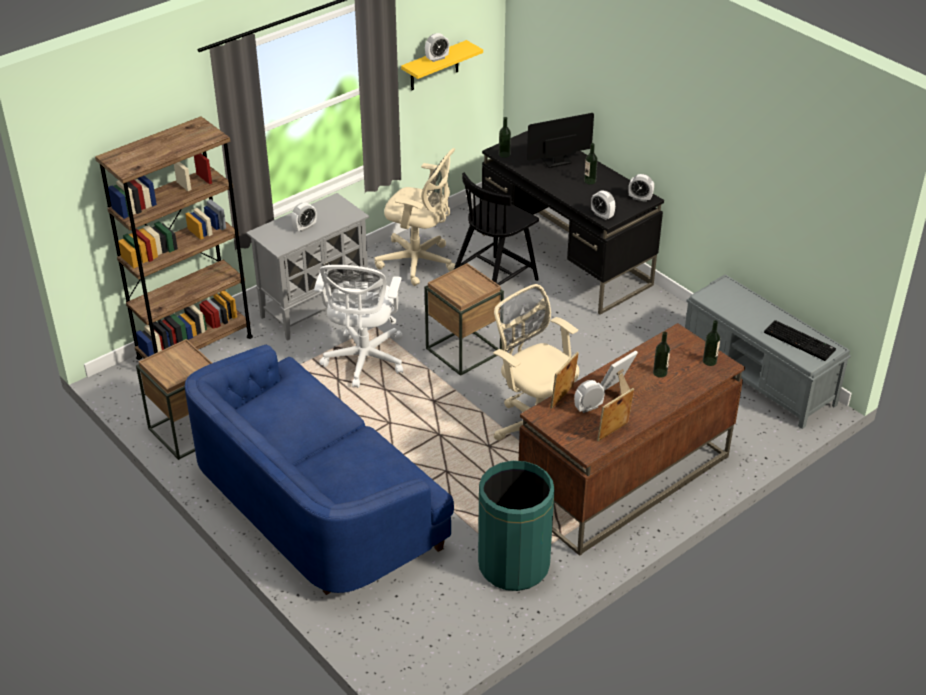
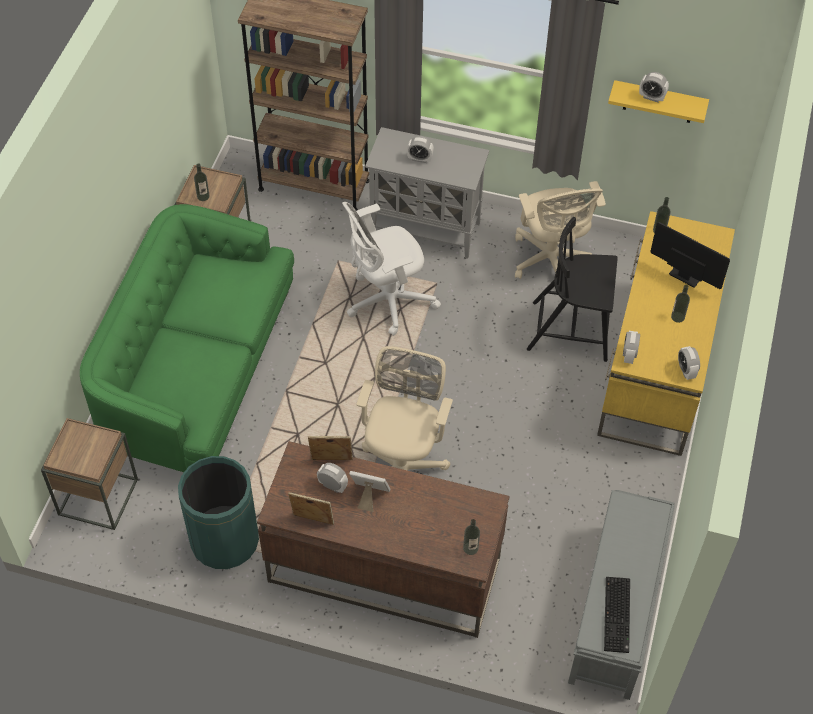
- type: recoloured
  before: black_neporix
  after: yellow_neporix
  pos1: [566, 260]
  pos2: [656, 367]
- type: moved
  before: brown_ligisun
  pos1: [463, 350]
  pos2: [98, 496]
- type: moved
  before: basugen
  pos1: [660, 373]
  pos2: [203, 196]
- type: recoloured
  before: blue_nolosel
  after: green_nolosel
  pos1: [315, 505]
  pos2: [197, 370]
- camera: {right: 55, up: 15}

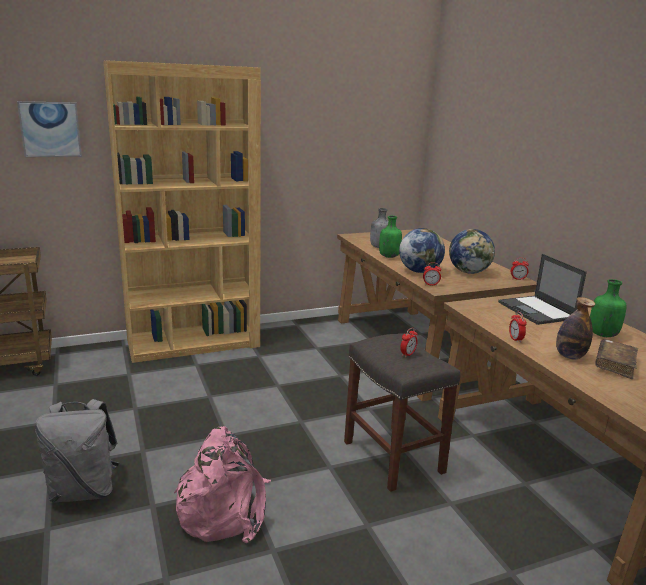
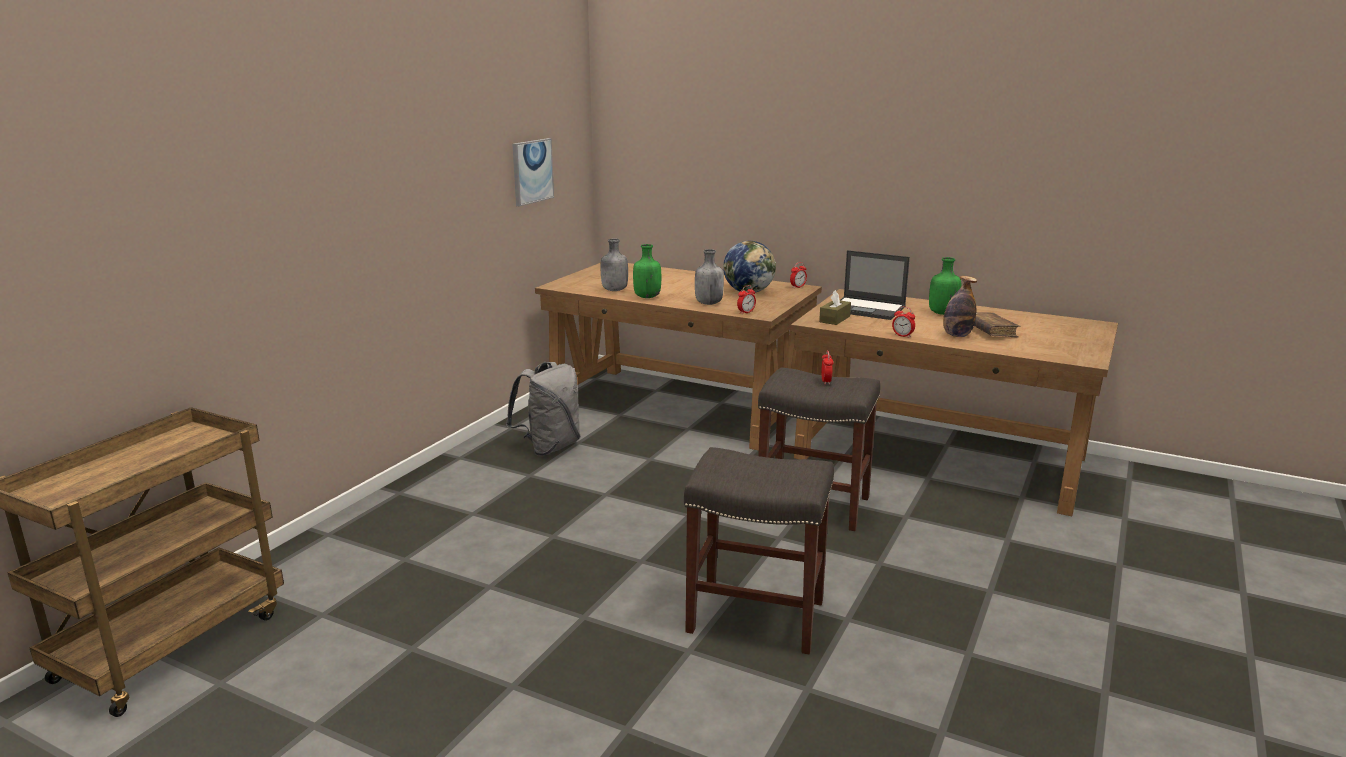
- type: removed
  before: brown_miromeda
  pos1: [194, 343]
- type: moved
  before: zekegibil
  pos1: [50, 129]
  pos2: [532, 171]
- type: replaced
  before: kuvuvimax
  after: grey_basugen
  pos1: [419, 271]
  pos2: [708, 303]
- type: moved
  before: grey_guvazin
  pos1: [84, 490]
  pos2: [549, 447]
- type: replaced
  before: pink_guvazin
  after: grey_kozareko
  pos1: [225, 510]
  pos2: [758, 616]
- type: added
  after: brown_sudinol
  pos2: [834, 319]
- camera: {right: -40, up: 0}

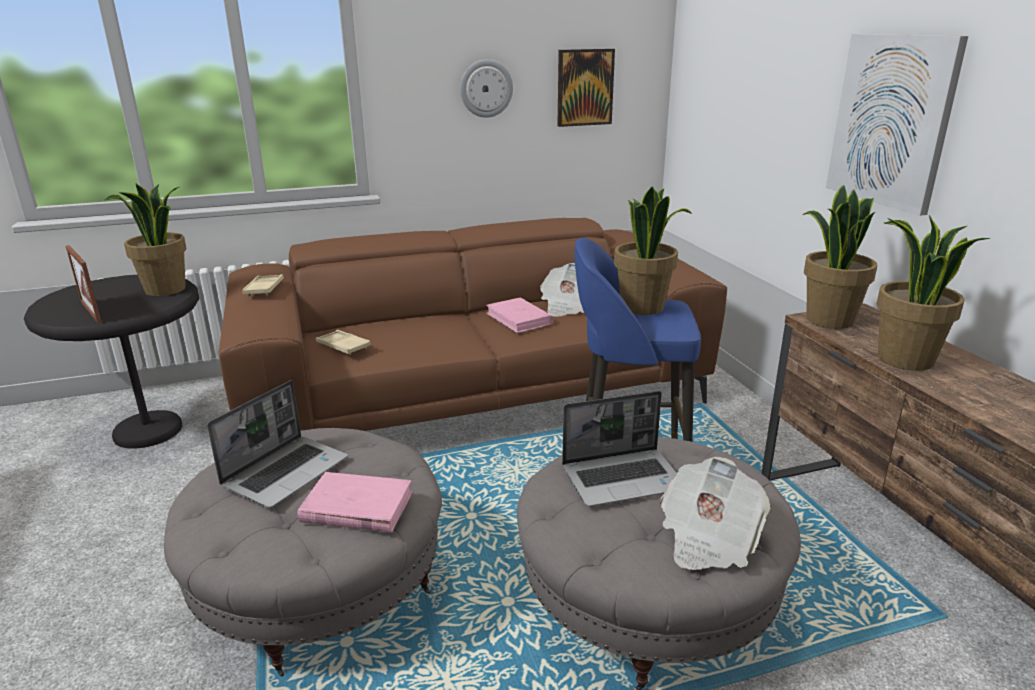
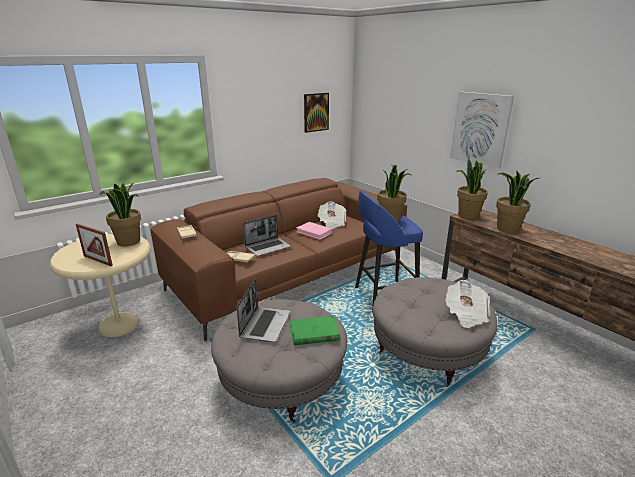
- type: removed
  before: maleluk
  pos1: [486, 88]
- type: recoloured
  before: black_ligisun
  after: beige_ligisun
  pos1: [148, 431]
  pos2: [119, 325]
- type: moved
  before: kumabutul
  pos1: [623, 478]
  pos2: [268, 247]
- type: recoloured
  before: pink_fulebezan
  after: green_fulebezan
  pos1: [356, 507]
  pos2: [314, 333]
- camera: {right: -20, up: 0}

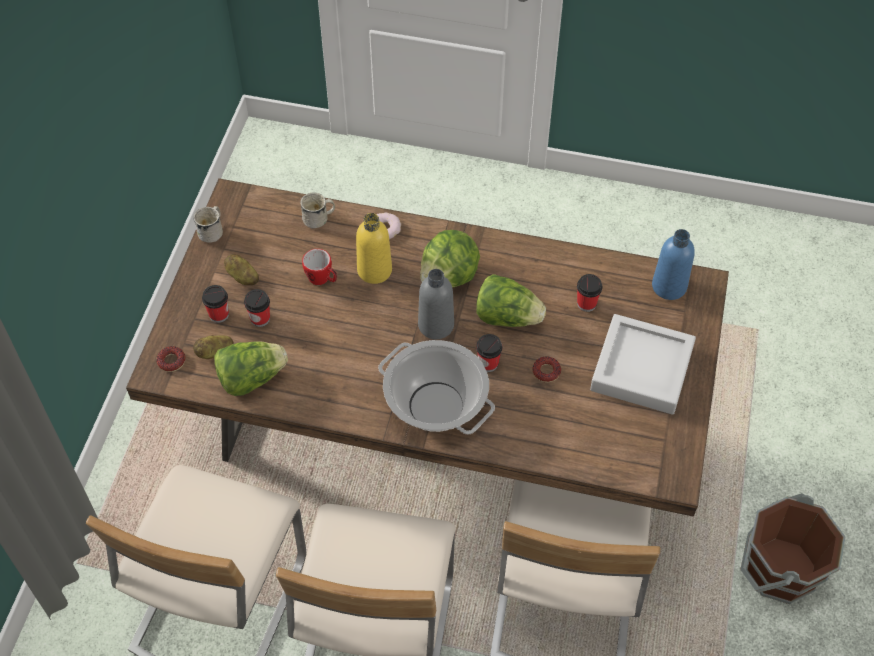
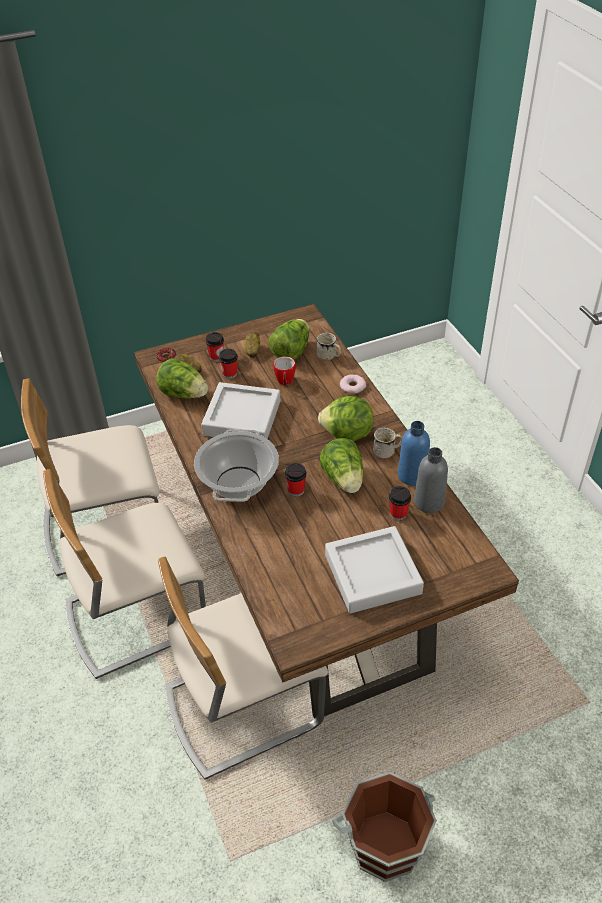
- type: moved
  before: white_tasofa
  pos1: [213, 231]
  pos2: [387, 451]
- type: removed
  before: yellow_basugen
  pos1: [374, 270]
- type: moved
  before: blue_basugen
  pos1: [669, 286]
  pos2: [412, 475]
- type: moved
  before: grey_basugen
  pos1: [436, 325]
  pos2: [429, 502]
- type: removed
  before: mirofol
  pos1: [546, 371]
- type: added
  after: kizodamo
  pos2: [291, 351]
- type: added
  after: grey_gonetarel
  pos2: [242, 418]
- camera: {right: 55, up: -10}

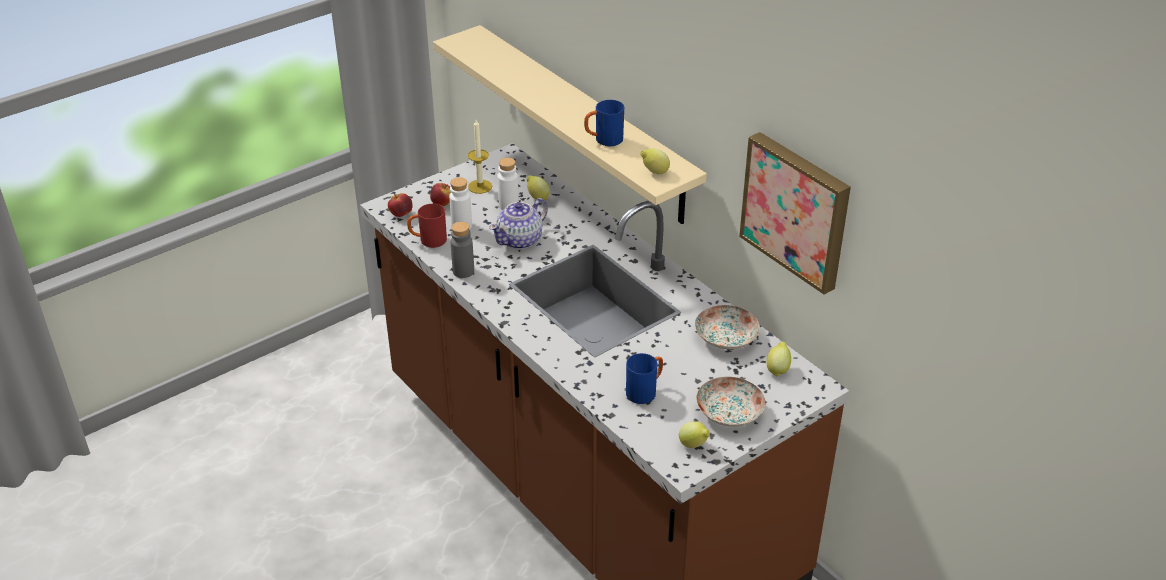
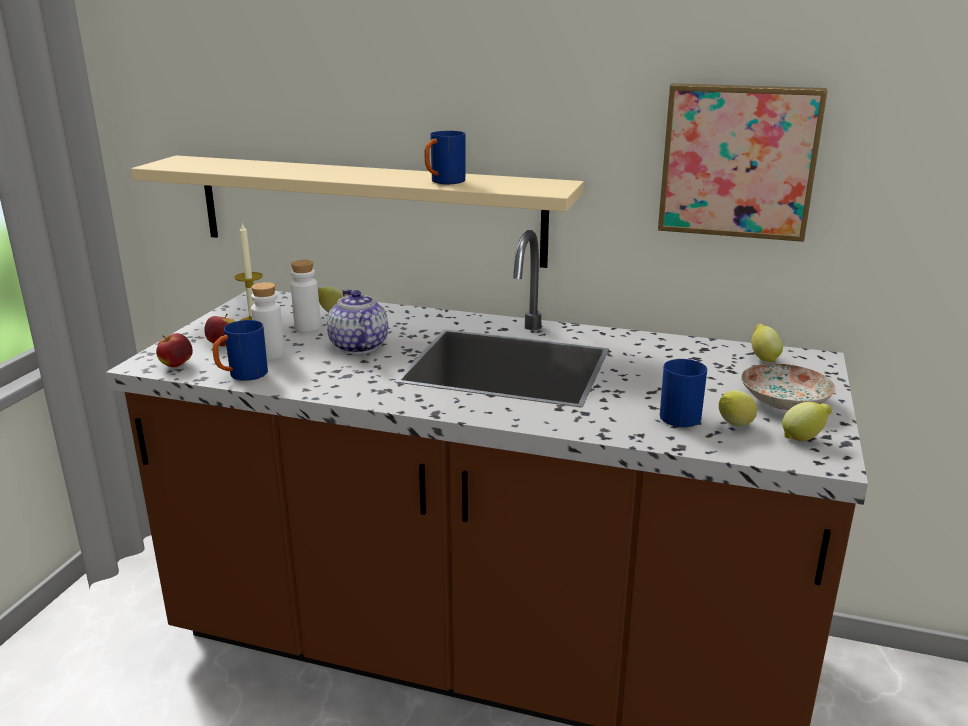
- type: moved
  before: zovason
  pos1: [654, 172]
  pos2: [733, 425]
- type: turned
  before: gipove
  pos1: [520, 240]
  pos2: [358, 346]
  turn: 150
- type: recoloured
  before: red_tasofa
  after: blue_tasofa
  pos1: [428, 241]
  pos2: [242, 376]
- type: removed
  before: grey_basugen
  pos1: [463, 271]
- type: removed
  before: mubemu
  pos1: [726, 337]
- camera: {right: -35, up: -15}

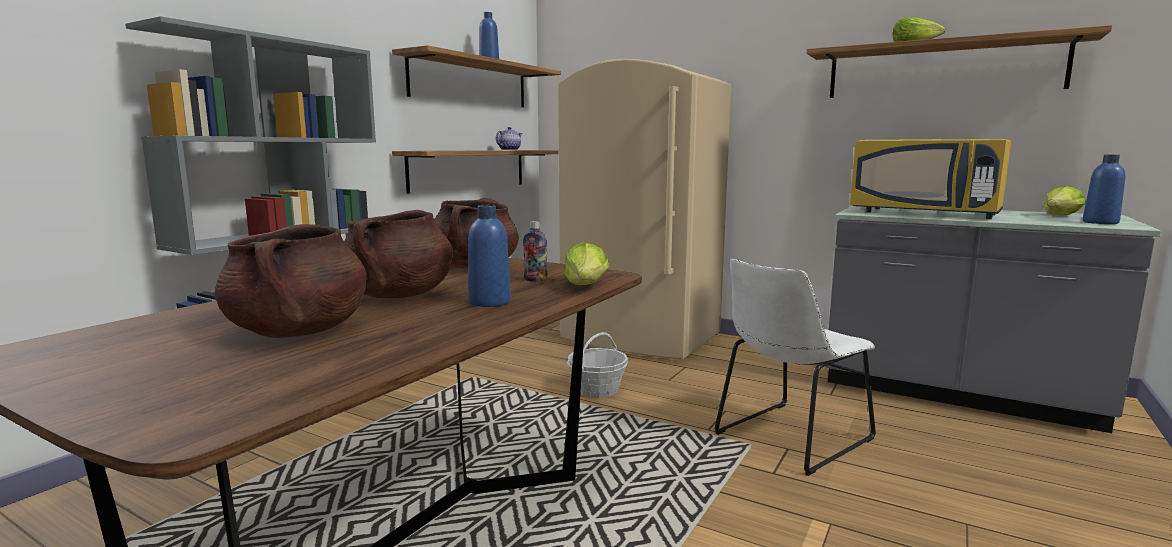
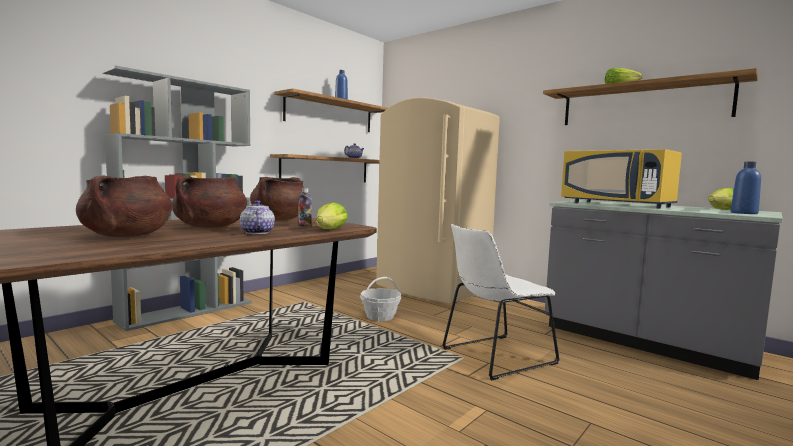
- type: replaced
  before: blue_basugen
  after: gipove
  pos1: [489, 302]
  pos2: [257, 232]
- camera: {right: 10, up: -5}

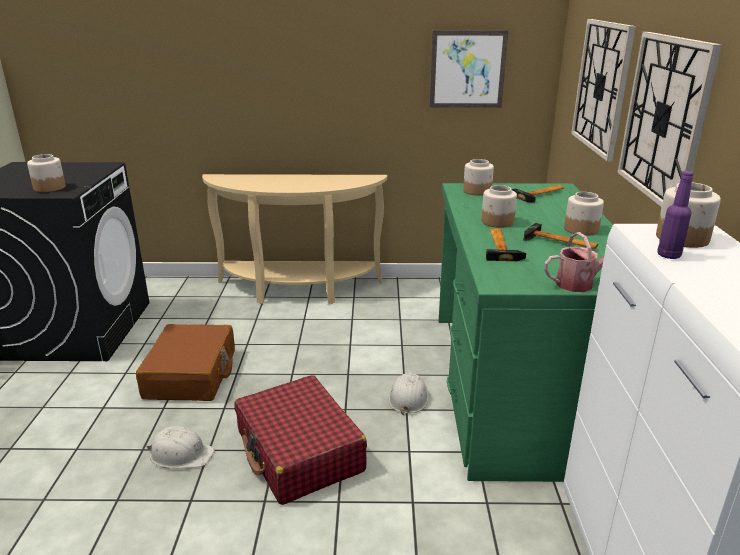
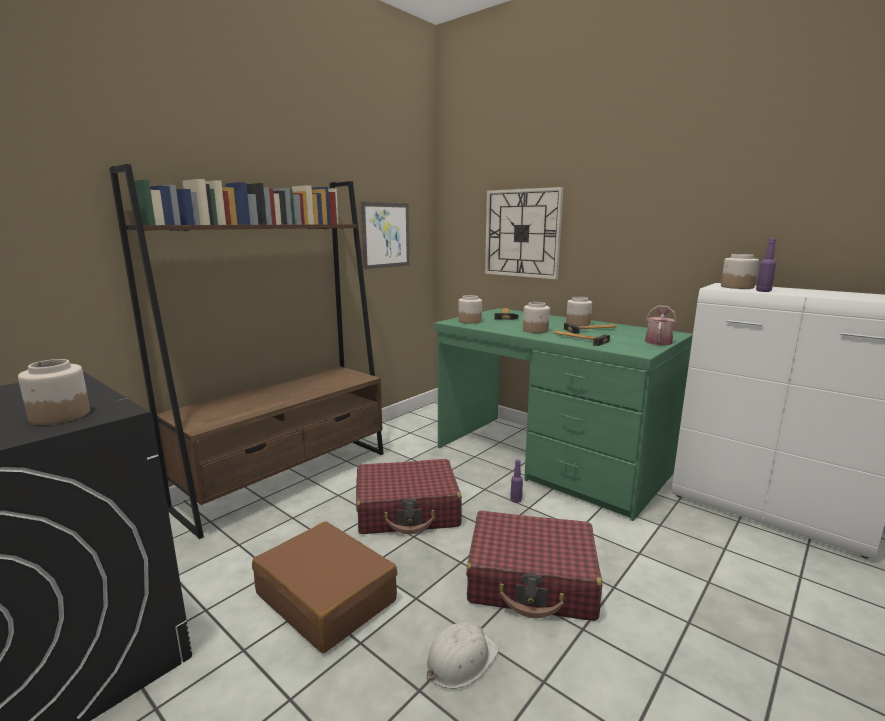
- type: removed
  before: maleluk
  pos1: [664, 119]
- type: replaced
  before: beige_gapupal
  after: brown_miromeda
  pos1: [298, 291]
  pos2: [287, 478]
- type: replaced
  before: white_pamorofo
  after: purple_basugen
  pos1: [408, 397]
  pos2: [516, 500]
- type: added
  after: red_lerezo
  pos2: [408, 510]
- camera: {right: -50, up: -10}

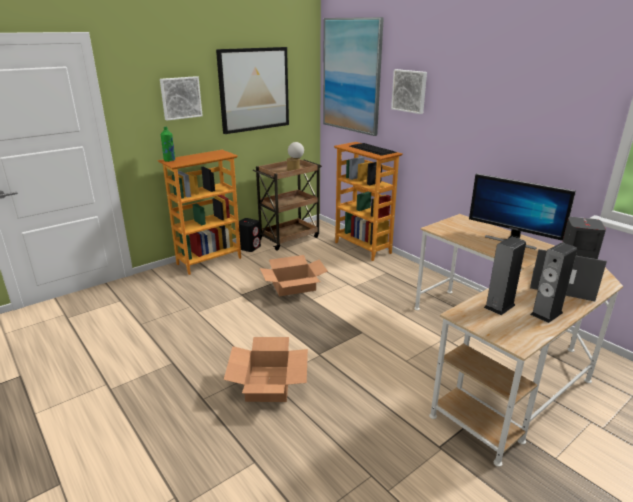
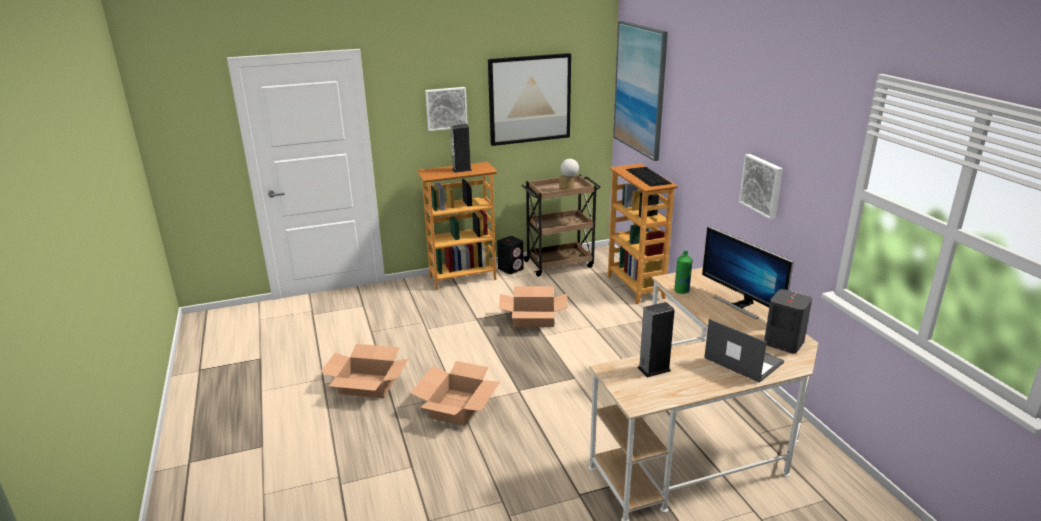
- type: moved
  before: zekegibil
  pos1: [409, 91]
  pos2: [762, 185]
- type: moved
  before: green_basugen
  pos1: [169, 160]
  pos2: [681, 291]
- type: moved
  before: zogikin
  pos1: [546, 313]
  pos2: [462, 170]
- type: added
  after: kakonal
  pos2: [367, 385]
- camera: {right: 20, up: 0}

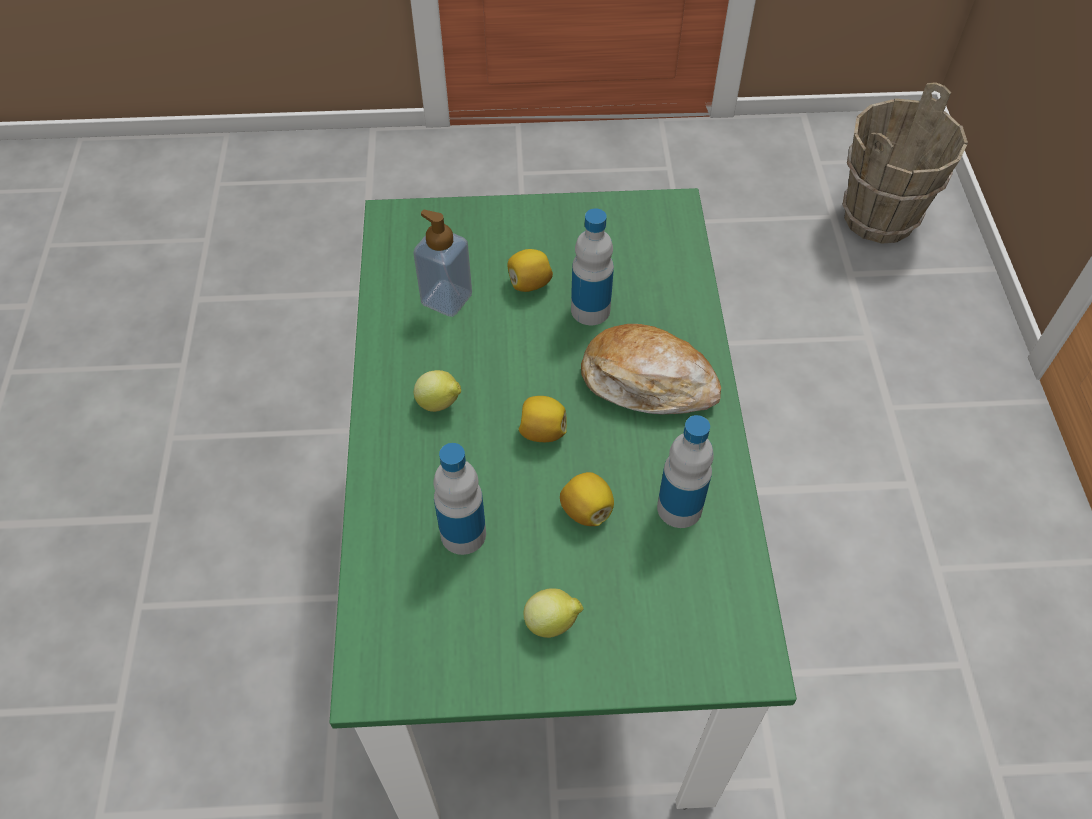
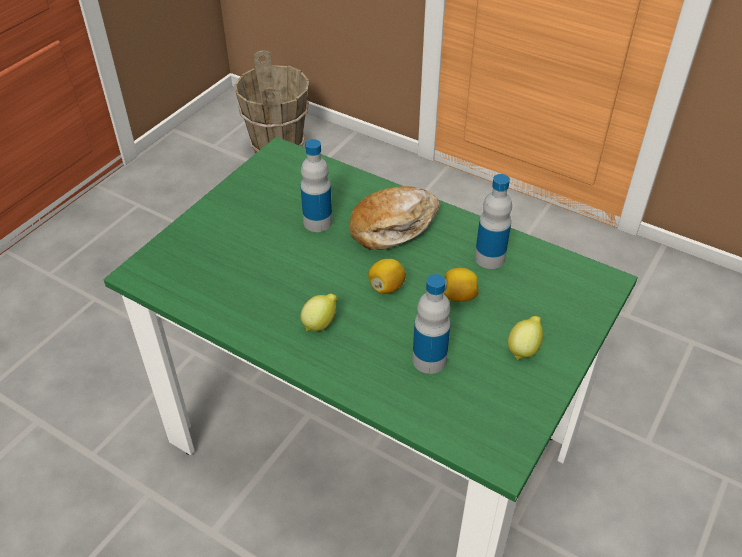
- type: removed
  before: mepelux
  pos1: [446, 299]
- type: removed
  before: zovason
  pos1: [529, 283]
- camera: {right: -55, up: -10}

